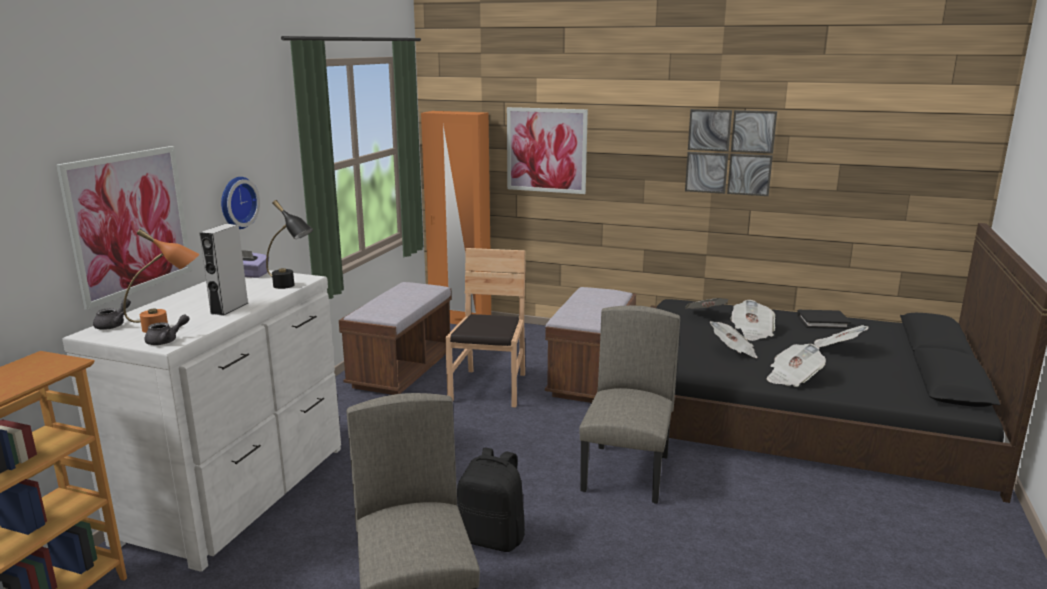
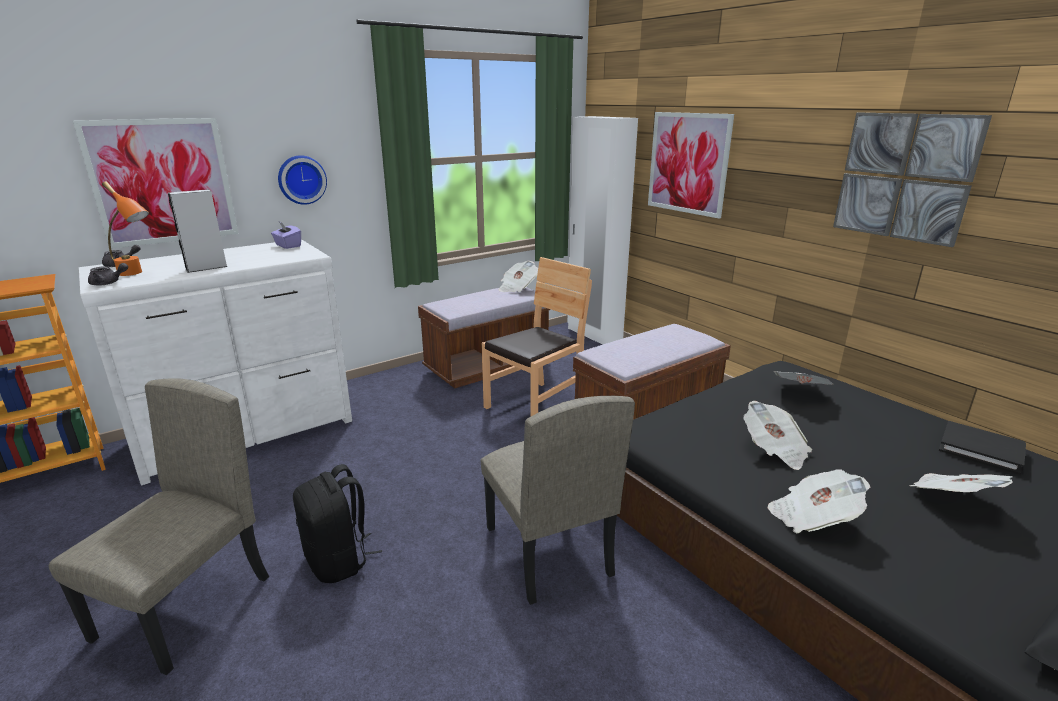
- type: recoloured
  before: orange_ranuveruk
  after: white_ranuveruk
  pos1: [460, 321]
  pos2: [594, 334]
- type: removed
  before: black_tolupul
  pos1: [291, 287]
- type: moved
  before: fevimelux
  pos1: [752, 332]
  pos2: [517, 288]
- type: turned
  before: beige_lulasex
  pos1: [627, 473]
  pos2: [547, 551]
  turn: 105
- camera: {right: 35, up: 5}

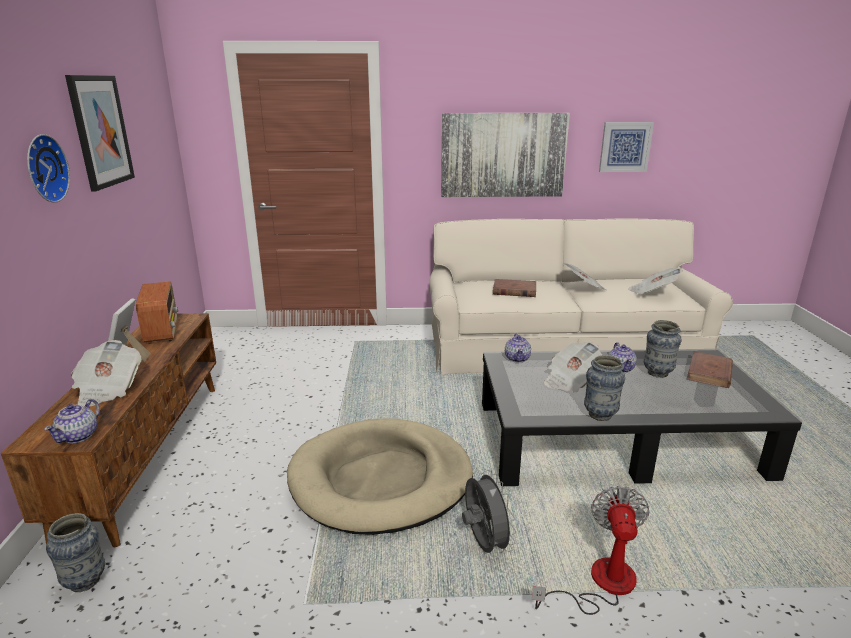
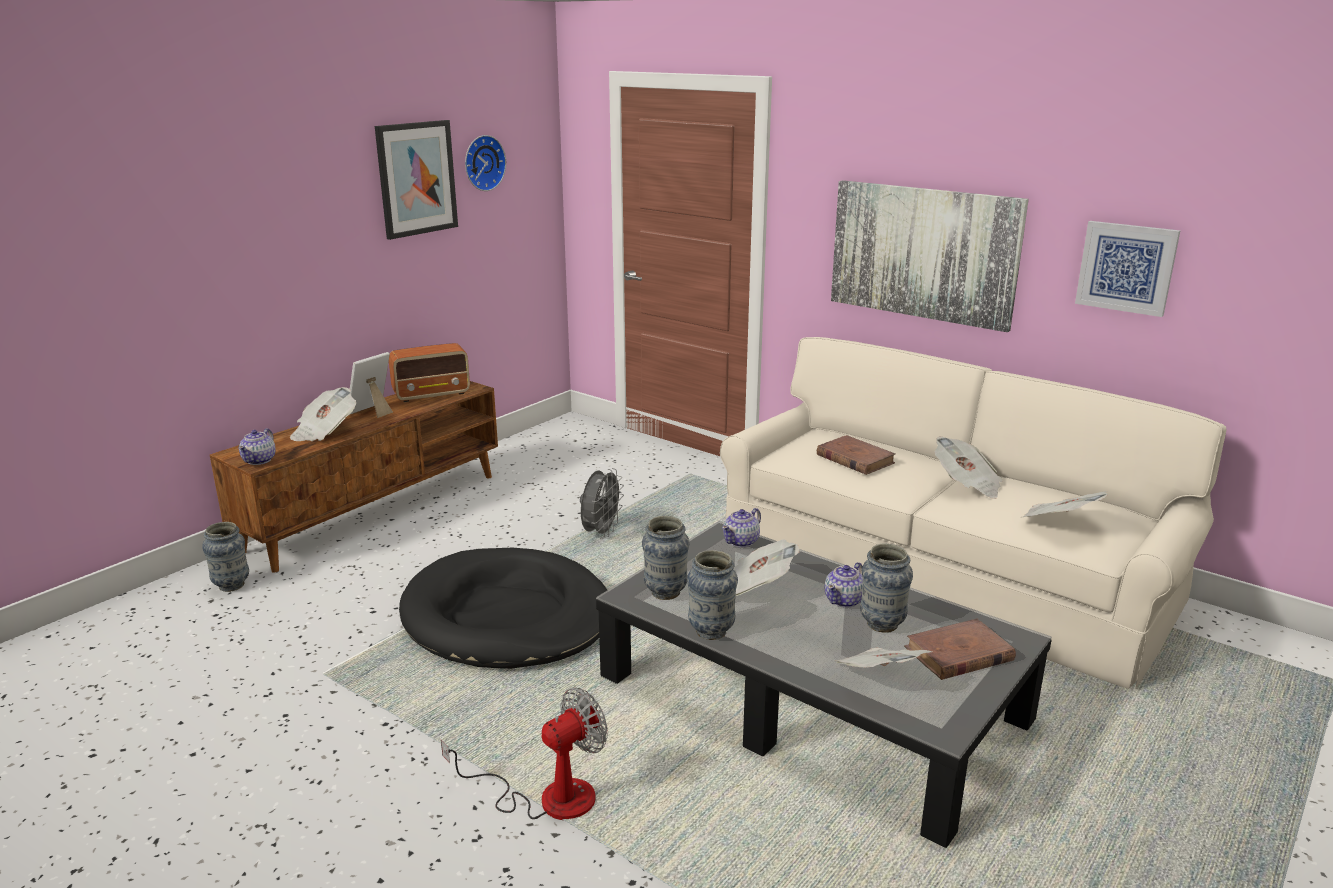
- type: moved
  before: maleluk
  pos1: [43, 168]
  pos2: [482, 163]
- type: turned
  before: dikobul
  pos1: [162, 331]
  pos2: [432, 394]
  turn: 45
- type: turned
  before: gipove
  pos1: [79, 436]
  pos2: [260, 460]
  turn: -45
- type: recoloured
  before: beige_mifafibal
  after: black_mifafibal
  pos1: [381, 479]
  pos2: [507, 616]
- type: moved
  before: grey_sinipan
  pos1: [484, 544]
  pos2: [601, 533]
- type: added
  after: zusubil
  pos2: [665, 593]
- type: added
  after: fevimelux
  pos2: [879, 677]
- camera: {right: 40, up: 0}

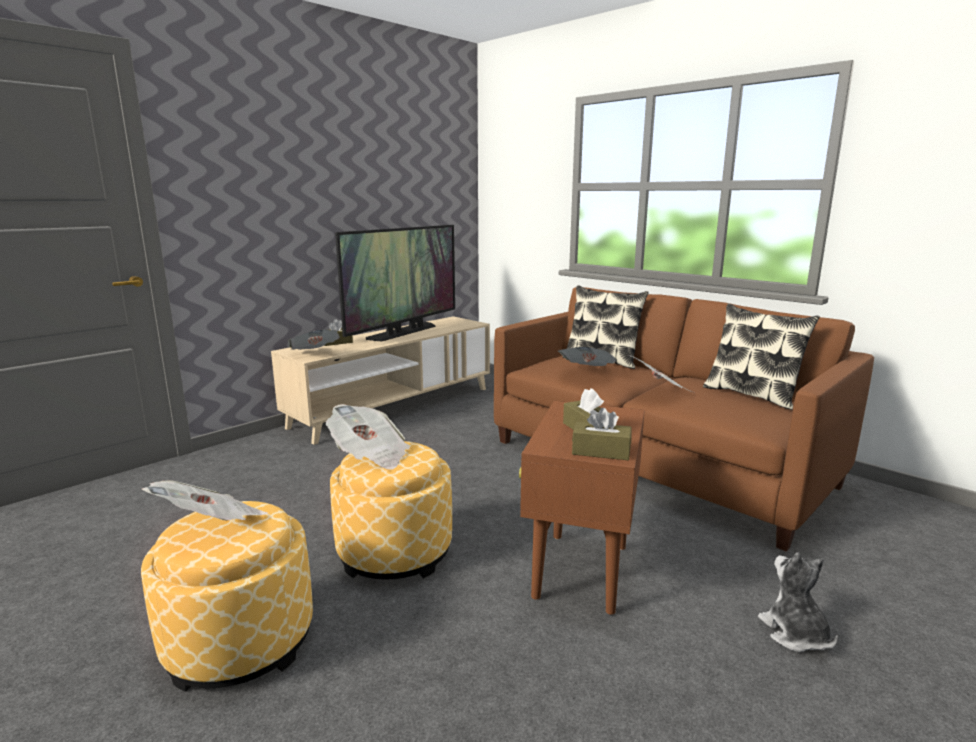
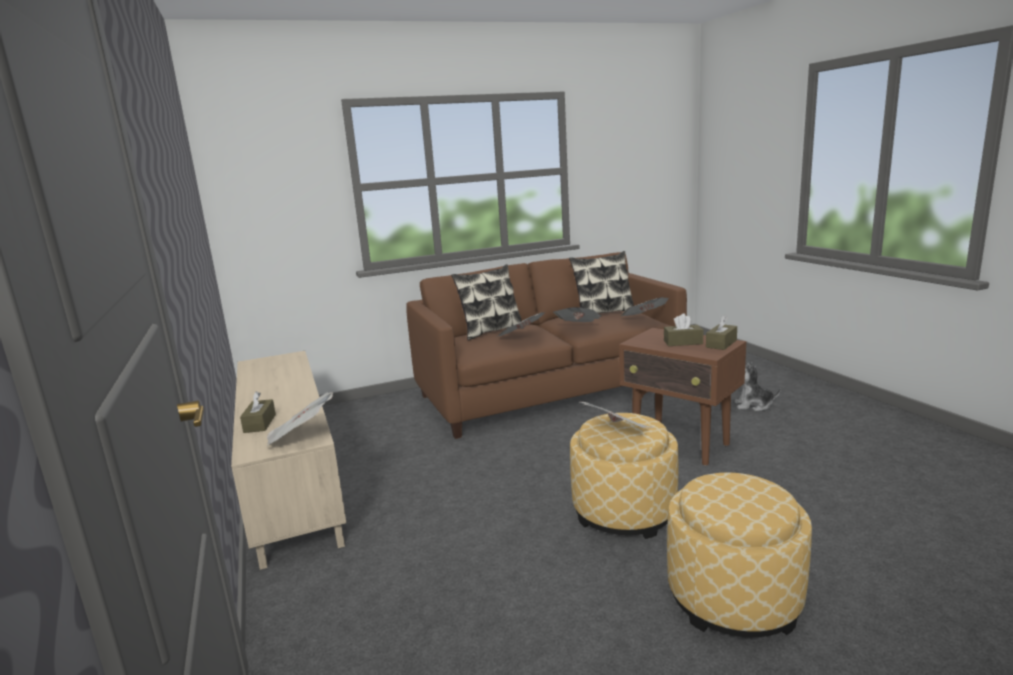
- type: removed
  before: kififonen
  pos1: [403, 332]
- type: moved
  before: fevimelux
  pos1: [212, 525]
  pos2: [644, 319]
- camera: {right: -65, up: 0}

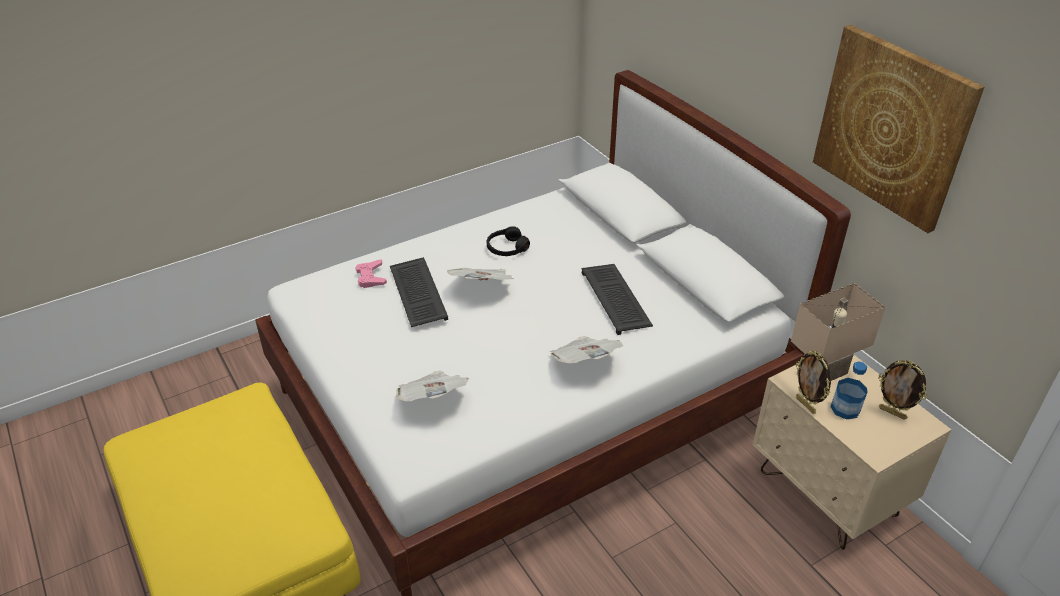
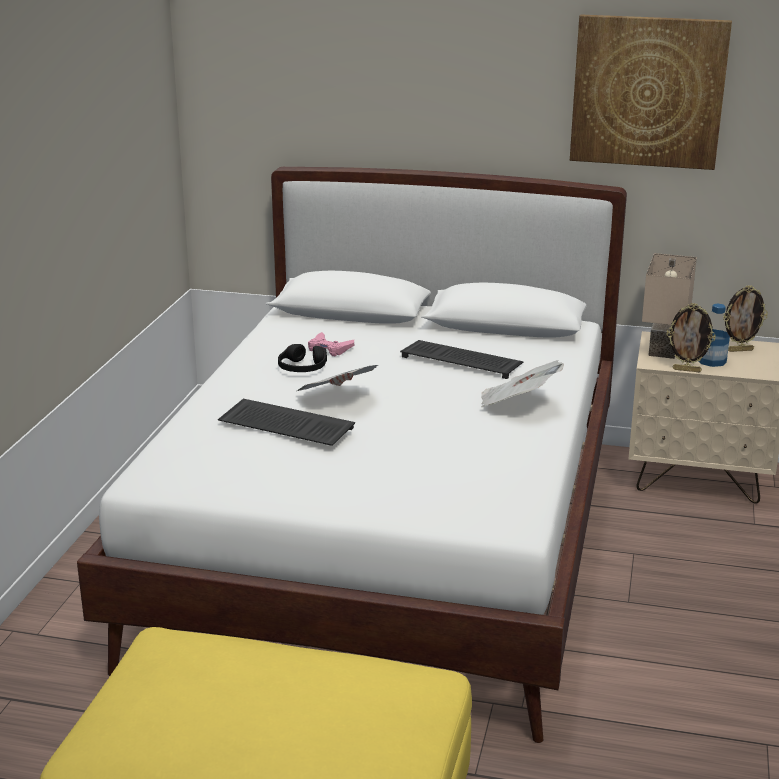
- type: moved
  before: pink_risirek
  pos1: [371, 277]
  pos2: [329, 348]
- type: removed
  before: fevimelux
  pos1: [433, 400]
- camera: {right: -45, up: -15}

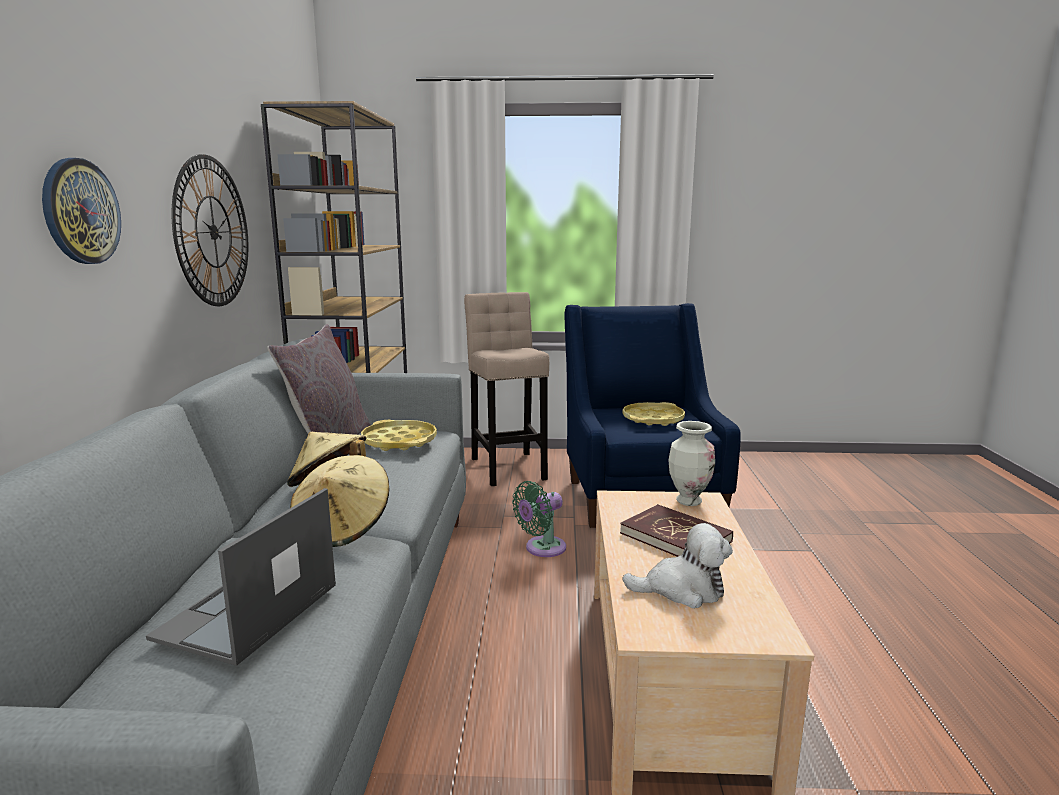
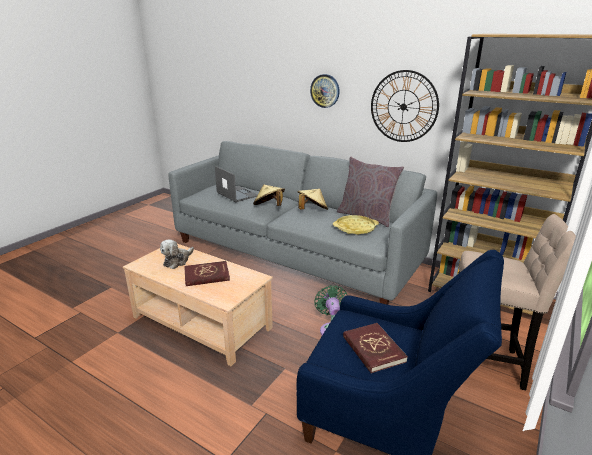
- type: replaced
  before: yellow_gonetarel
  after: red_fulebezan
  pos1: [653, 419]
  pos2: [373, 349]
- type: removed
  before: zusubil
  pos1: [688, 501]
- camera: {right: 120, up: 10}

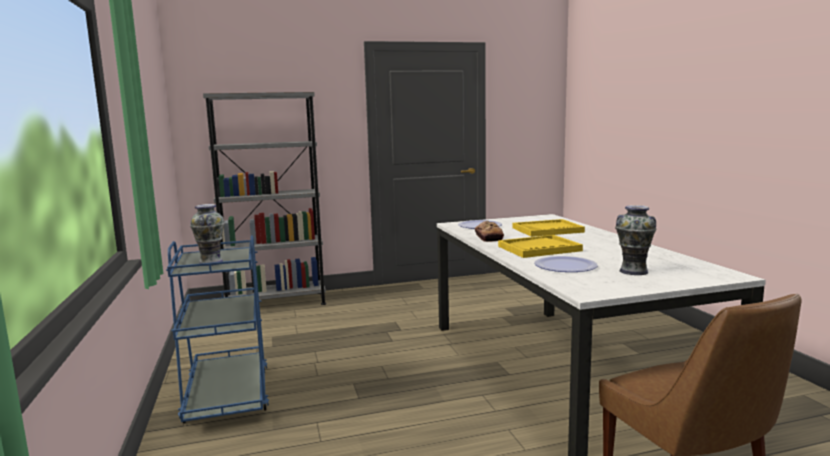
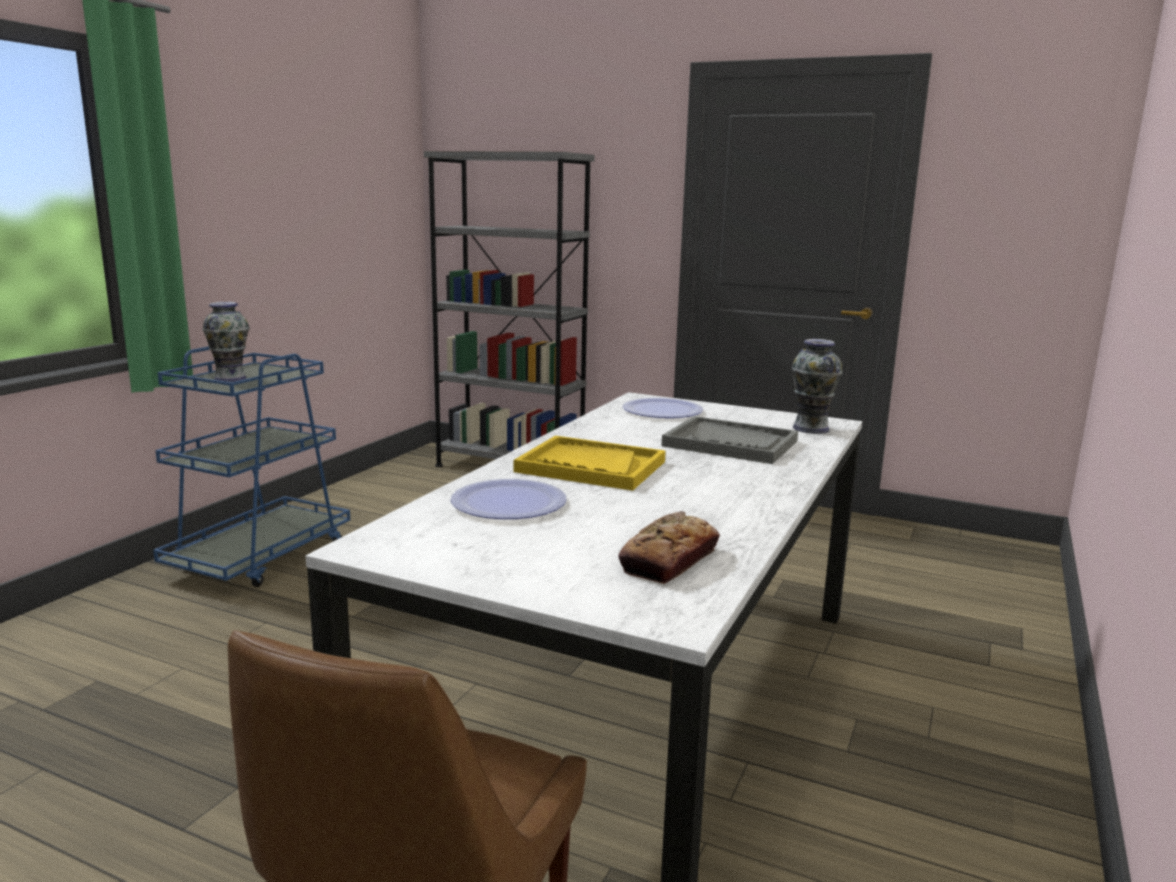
- type: moved
  before: zusubil
  pos1: [633, 271]
  pos2: [810, 428]
- type: recoloured
  before: yellow_gonetarel
  after: grey_gonetarel
  pos1: [547, 230]
  pos2: [730, 443]
- type: moved
  before: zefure
  pos1: [488, 237]
  pos2: [669, 560]
- camera: {right: 40, up: 5}

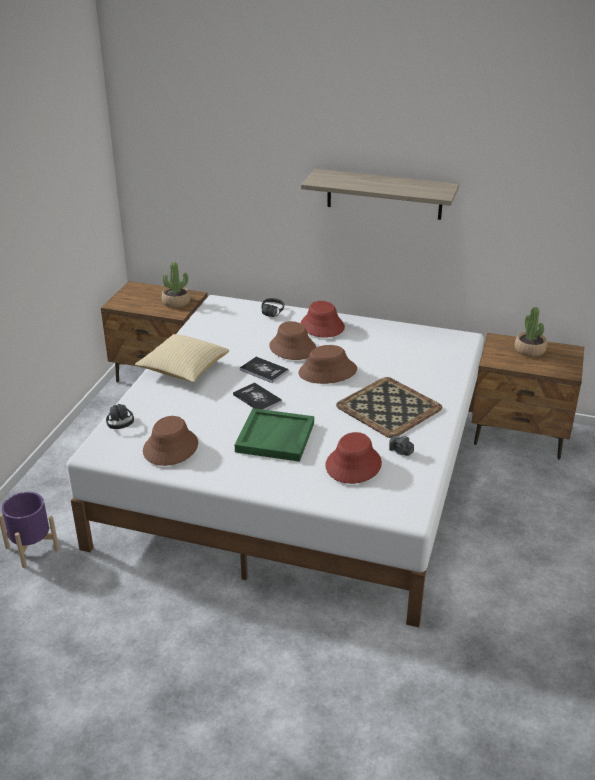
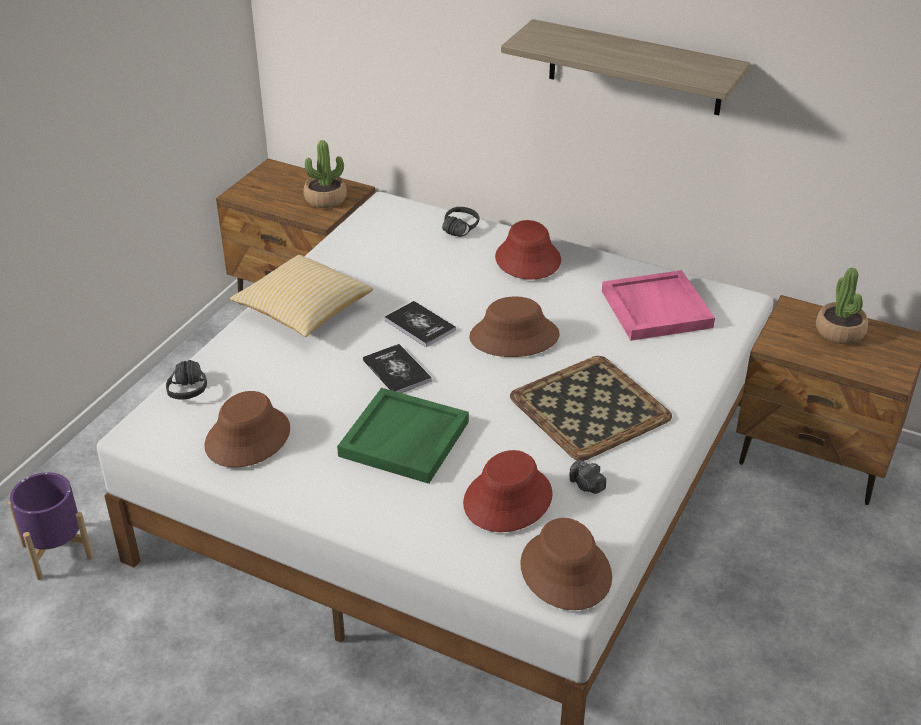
- type: moved
  before: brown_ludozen
  pos1: [292, 348]
  pos2: [565, 571]
- type: added
  after: pink_gonetarel
  pos2: [655, 308]
- camera: {right: 10, up: 5}

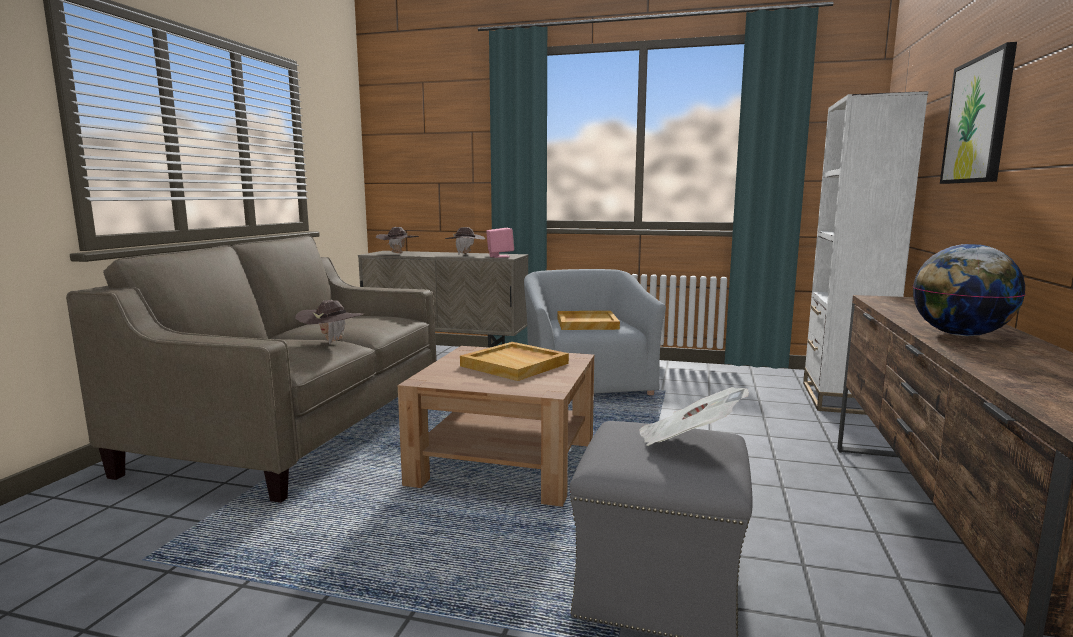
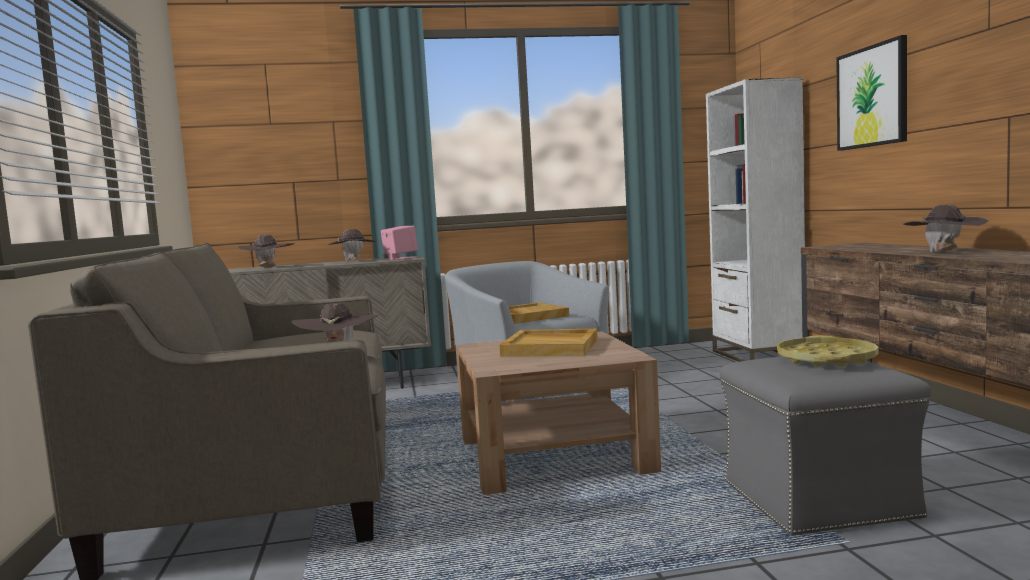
- type: replaced
  before: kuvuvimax
  after: brown_ludozen
  pos1: [959, 335]
  pos2: [945, 252]
- type: replaced
  before: fevimelux
  after: yellow_gonetarel
  pos1: [687, 442]
  pos2: [826, 359]
- camera: {right: -25, up: -5}

